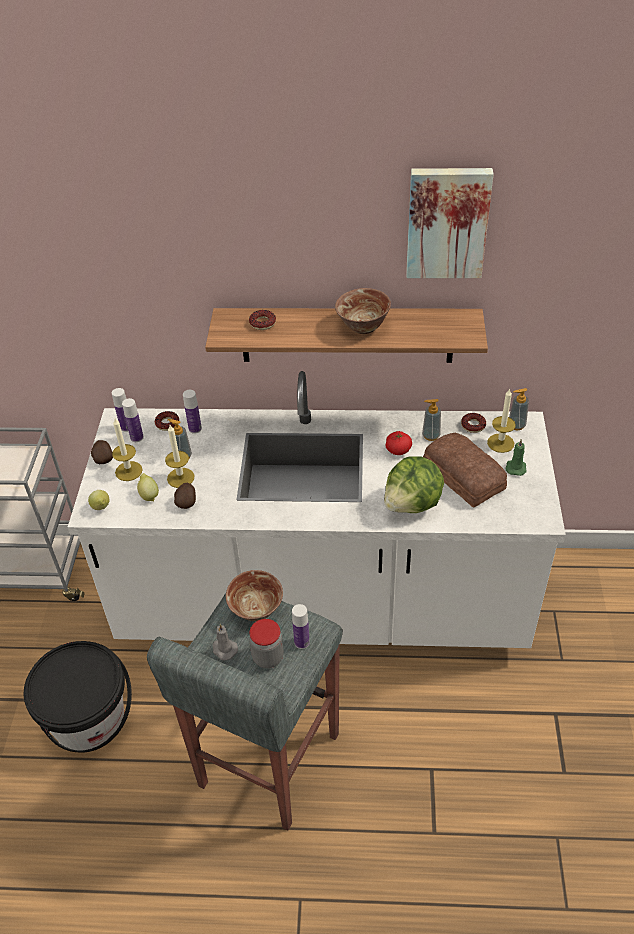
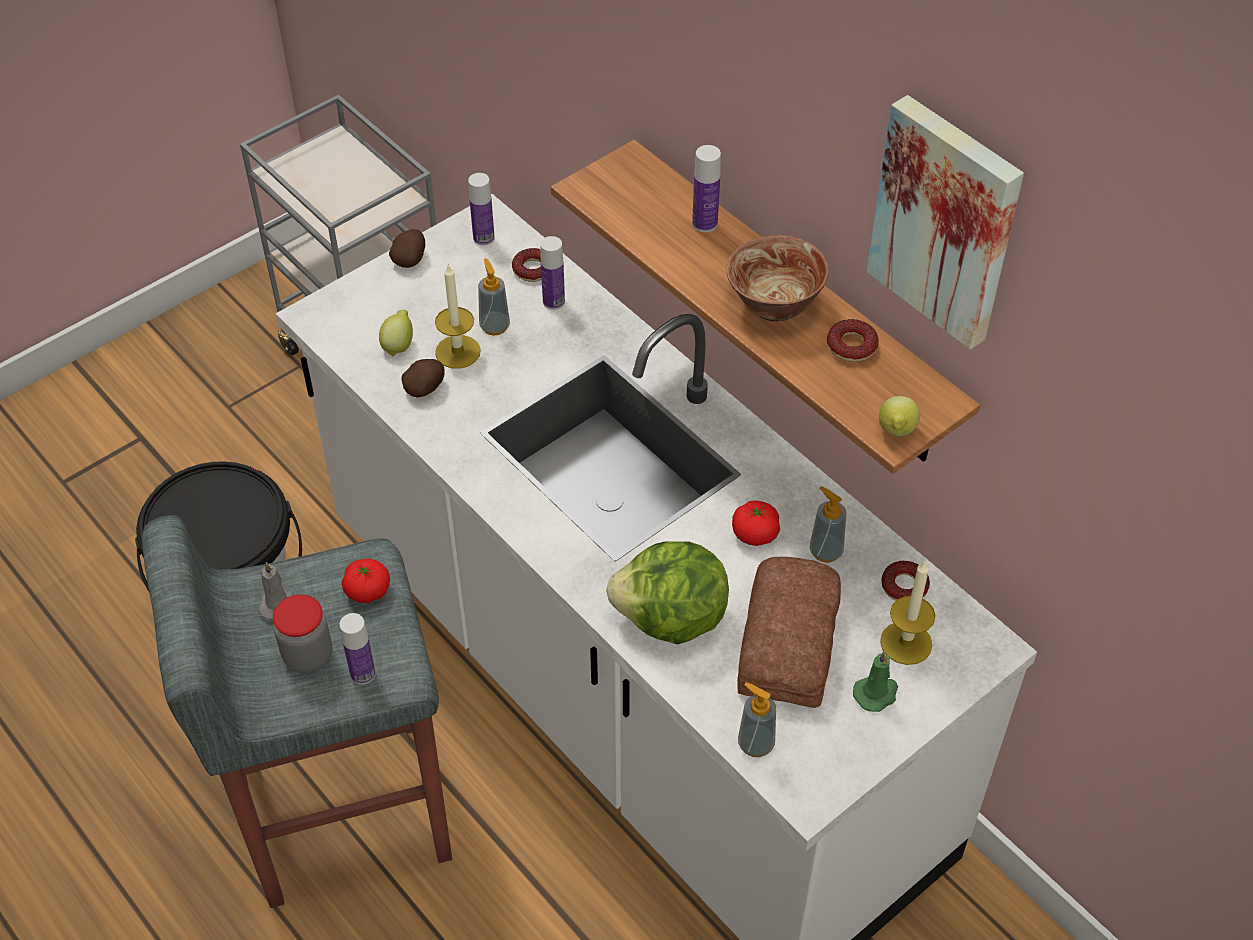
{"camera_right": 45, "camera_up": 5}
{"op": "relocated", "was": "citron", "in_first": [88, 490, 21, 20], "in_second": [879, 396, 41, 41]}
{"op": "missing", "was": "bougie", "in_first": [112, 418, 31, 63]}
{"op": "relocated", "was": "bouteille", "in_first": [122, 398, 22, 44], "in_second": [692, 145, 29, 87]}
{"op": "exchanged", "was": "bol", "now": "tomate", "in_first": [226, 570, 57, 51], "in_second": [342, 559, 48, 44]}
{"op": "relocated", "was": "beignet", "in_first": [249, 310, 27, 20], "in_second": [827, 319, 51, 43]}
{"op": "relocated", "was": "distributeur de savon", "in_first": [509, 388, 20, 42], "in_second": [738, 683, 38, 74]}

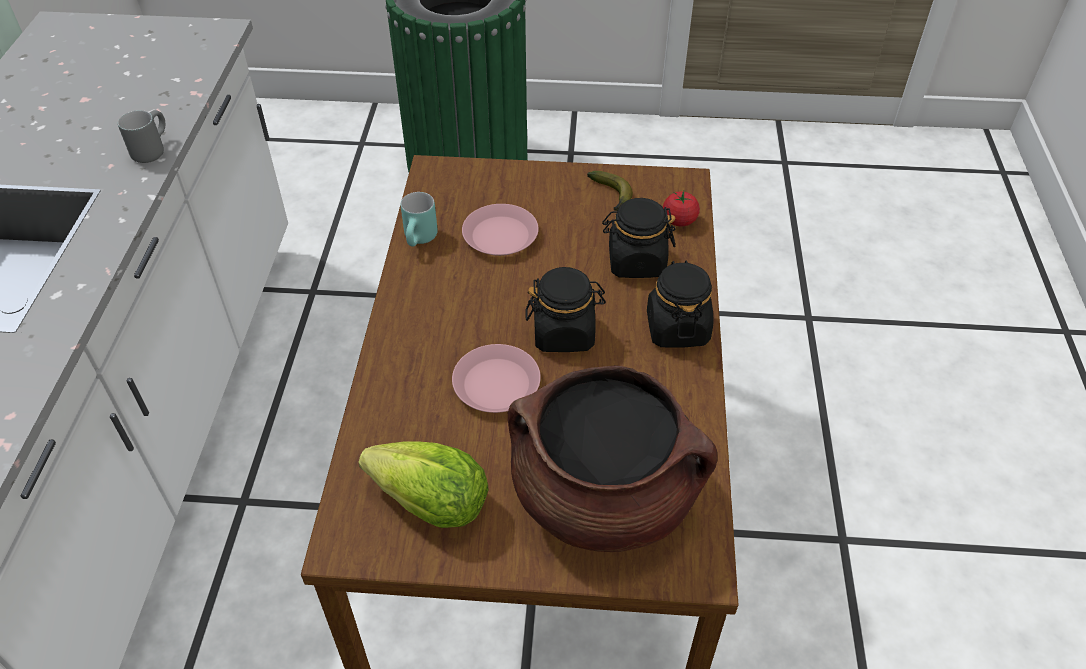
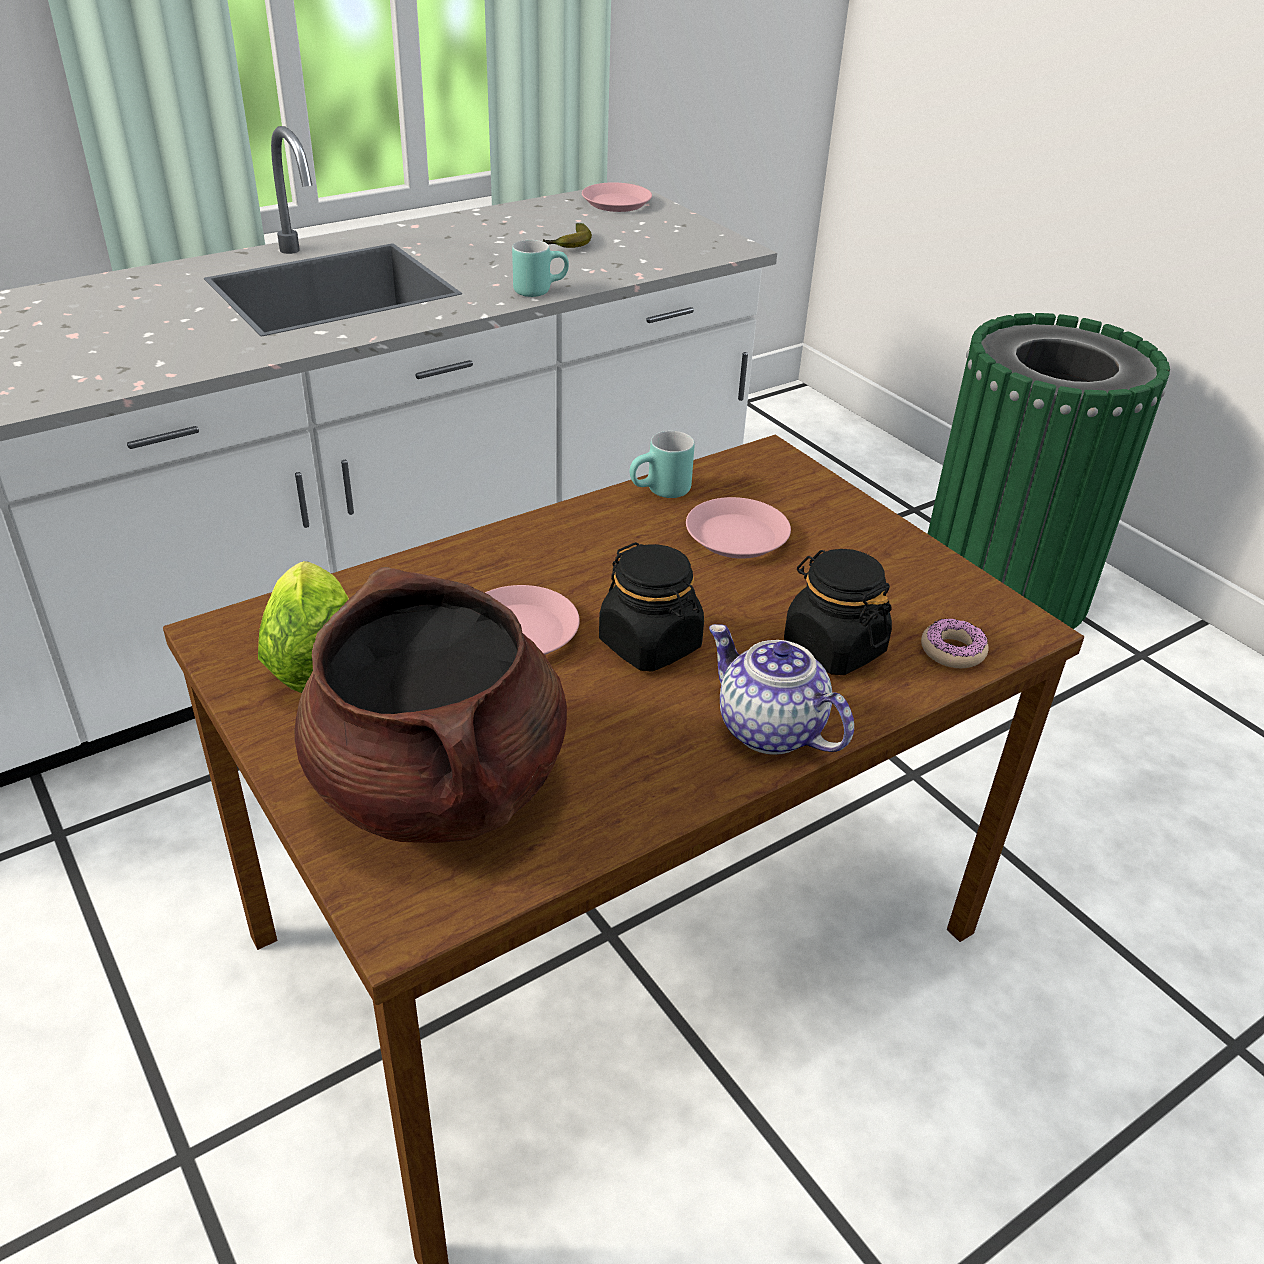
{"camera_right": 50, "camera_up": -10}
{"op": "colour", "was": "mug [gris]", "now": "mug [turquoise]", "in_first": [118, 110, 47, 53], "in_second": [512, 240, 57, 57]}
{"op": "relocated", "was": "banane", "in_first": [587, 171, 46, 40], "in_second": [543, 223, 49, 25]}
{"op": "exchanged", "was": "bocal [noir]", "now": "théière", "in_first": [647, 261, 66, 86], "in_second": [709, 624, 145, 131]}
{"op": "exchanged", "was": "tomate", "now": "beignet", "in_first": [663, 191, 37, 35], "in_second": [921, 618, 68, 50]}
{"op": "appeared", "now": "assiette [rose]", "in_second": [582, 183, 70, 29]}

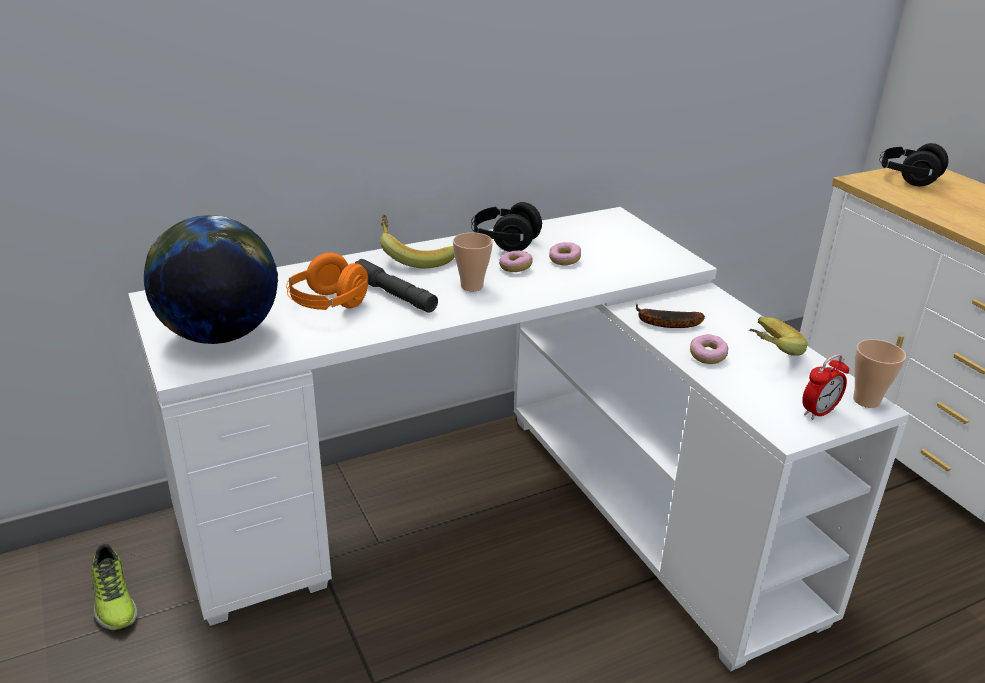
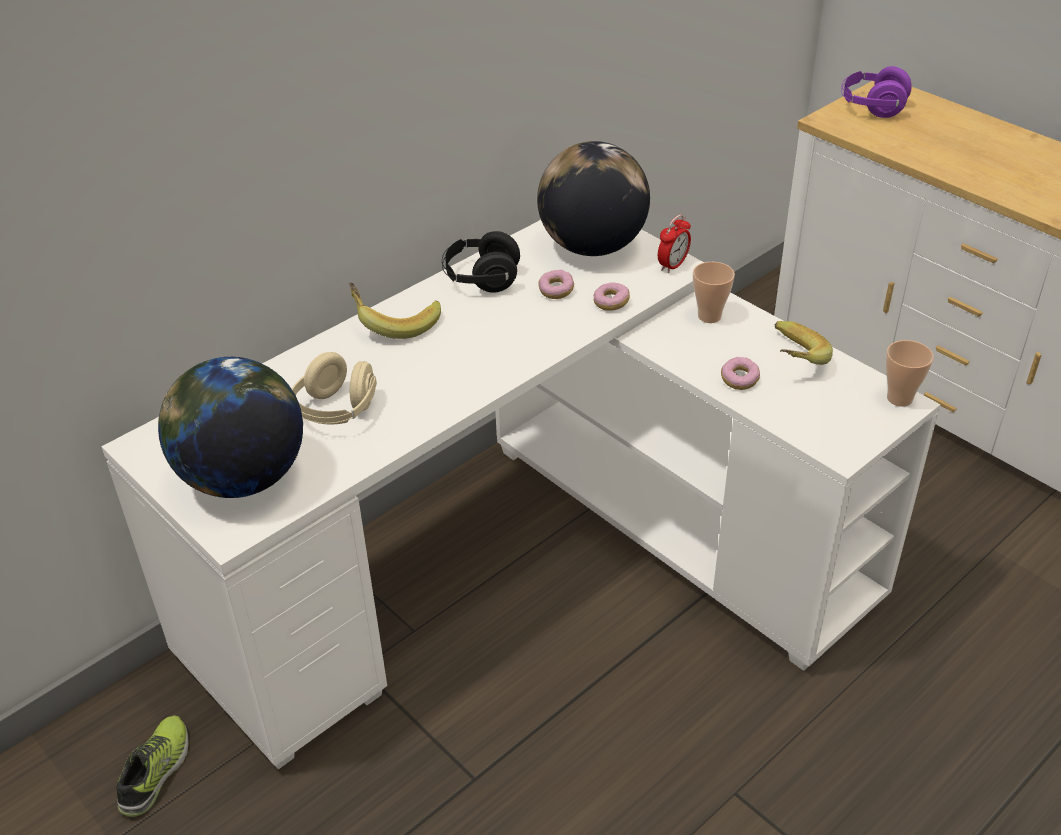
{"camera_right": -15, "camera_up": 10}
{"op": "spun", "was": "chaussure", "in_first": [91, 544, 47, 86], "in_second": [117, 716, 72, 101], "clockwise": -120}
{"op": "colour", "was": "casque audio [orange]", "now": "casque audio [beige]", "in_first": [286, 253, 82, 57], "in_second": [292, 352, 85, 73]}
{"op": "missing", "was": "lampe de poche [gris]", "in_first": [355, 259, 83, 54]}
{"op": "relocated", "was": "tasse", "in_first": [453, 232, 40, 59], "in_second": [693, 262, 42, 61]}
{"op": "relocated", "was": "beignet", "in_first": [499, 250, 34, 22], "in_second": [594, 282, 36, 29]}
{"op": "missing", "was": "banane", "in_first": [636, 304, 69, 24]}
{"op": "relocated", "was": "réveil", "in_first": [802, 354, 47, 66], "in_second": [658, 214, 33, 59]}
{"op": "colour", "was": "casque audio [noir]", "now": "casque audio [violet]", "in_first": [879, 143, 70, 43], "in_second": [841, 66, 71, 52]}
{"op": "appeared", "now": "globe", "in_second": [537, 141, 113, 115]}

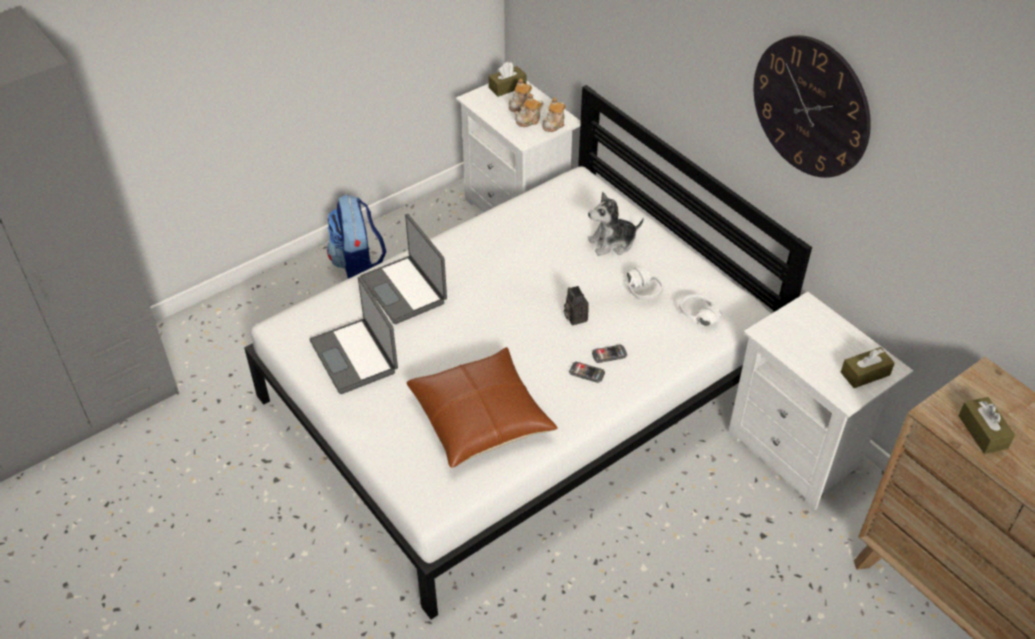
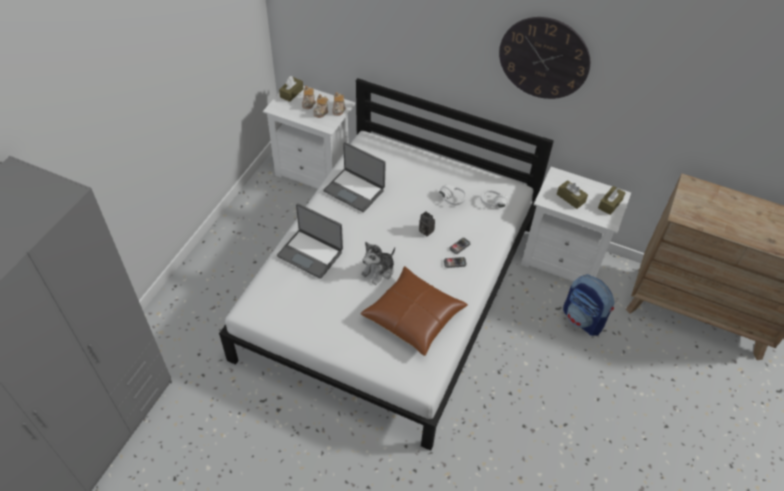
{"camera_right": -30, "camera_up": 5}
{"op": "relocated", "was": "ordinateur portable", "in_first": [309, 276, 89, 118], "in_second": [323, 142, 63, 70]}
{"op": "relocated", "was": "sac à dos", "in_first": [327, 194, 59, 85], "in_second": [563, 274, 52, 62]}
{"op": "relocated", "was": "peluche", "in_first": [588, 192, 56, 64], "in_second": [361, 242, 34, 43]}
{"op": "relocated", "was": "boîte à mouchoirs [marron]", "in_first": [958, 397, 57, 57], "in_second": [557, 180, 31, 29]}

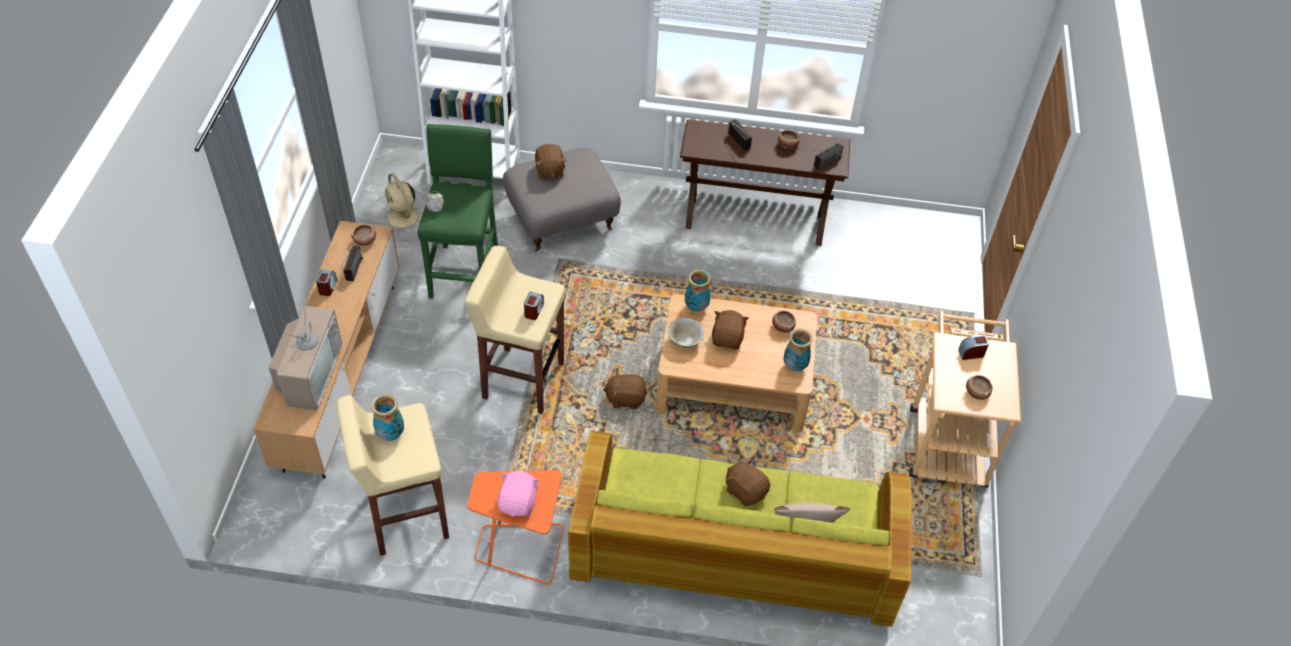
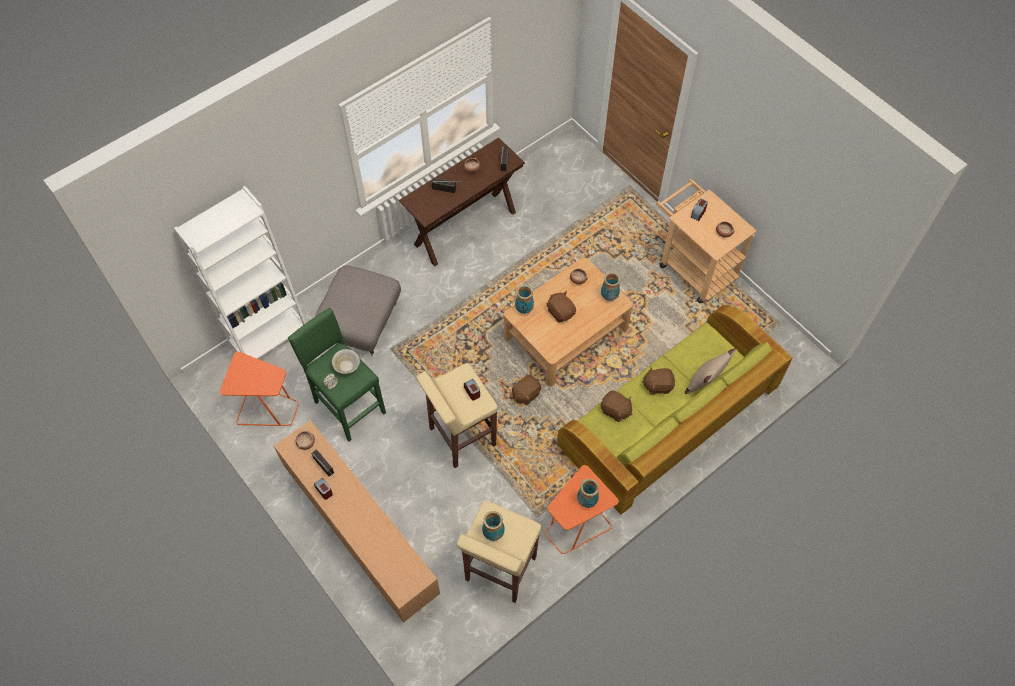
{"camera_right": -45, "camera_up": 10}
{"op": "missing", "was": "téléviseur", "in_first": [269, 290, 73, 120]}
{"op": "exchanged", "was": "ventilateur [beige]", "now": "table d'appoint [orange]", "in_first": [380, 173, 44, 62], "in_second": [220, 352, 79, 74]}
{"op": "exchanged", "was": "peluche [rose]", "now": "vase", "in_first": [497, 471, 43, 46], "in_second": [577, 479, 22, 29]}
{"op": "relocated", "was": "peluche [marron]", "in_first": [535, 144, 32, 35], "in_second": [601, 391, 32, 31]}
{"op": "relocated", "was": "bol [beige]", "in_first": [668, 318, 36, 30], "in_second": [332, 349, 28, 25]}

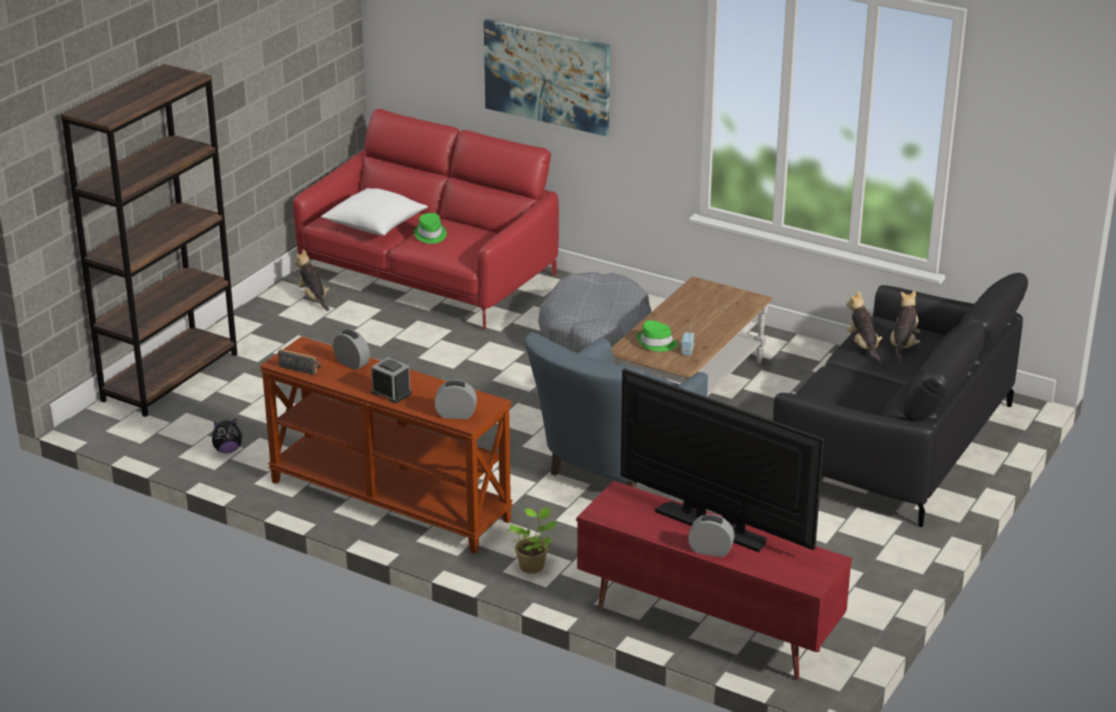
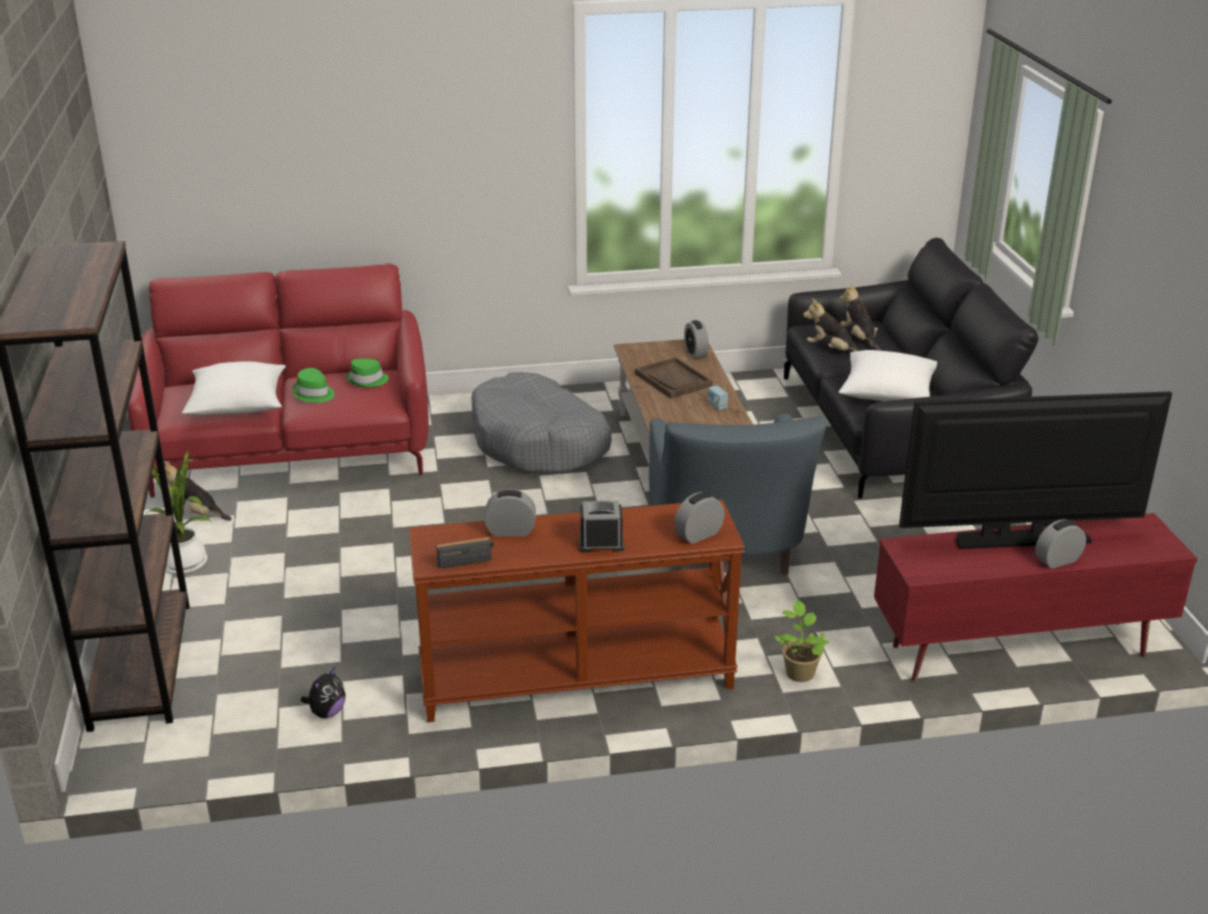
{"camera_right": -40, "camera_up": 0}
{"op": "missing", "was": "tableau", "in_first": [484, 19, 126, 117]}
{"op": "relocated", "was": "chapeau [vert]", "in_first": [637, 320, 41, 32], "in_second": [346, 359, 43, 29]}
{"op": "appeared", "now": "plante en pot", "in_second": [146, 451, 65, 124]}
{"op": "appeared", "now": "plateau [marron]", "in_second": [635, 357, 77, 42]}
{"op": "appeared", "now": "réveil", "in_second": [684, 320, 25, 39]}
{"op": "appeared", "now": "coussin [blanc]", "in_second": [839, 350, 98, 51]}

